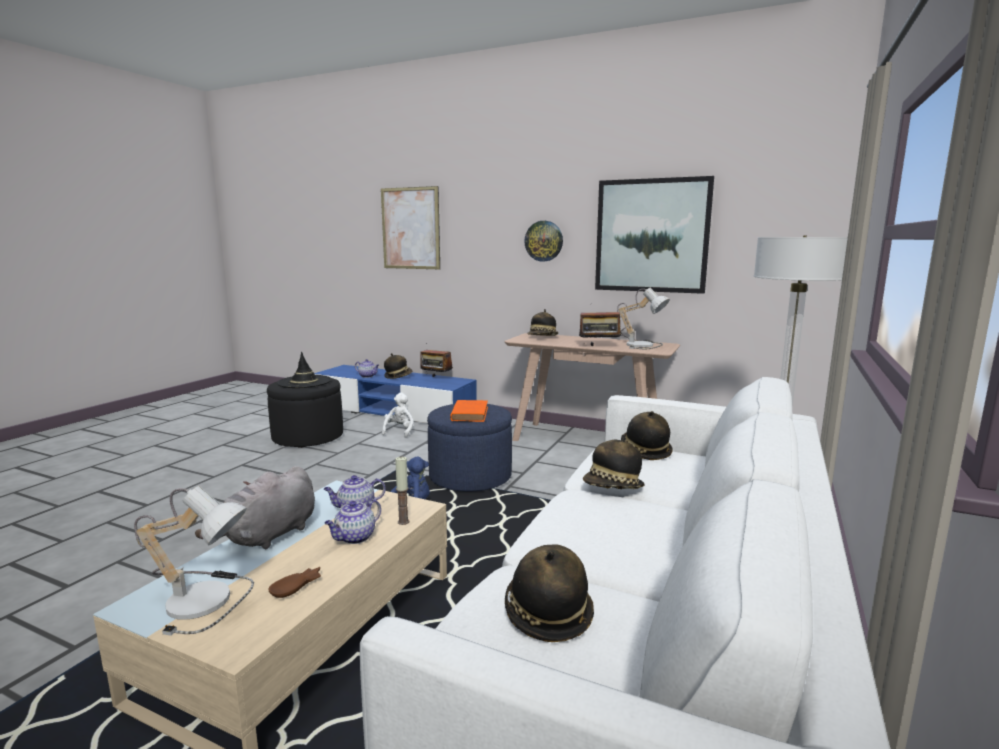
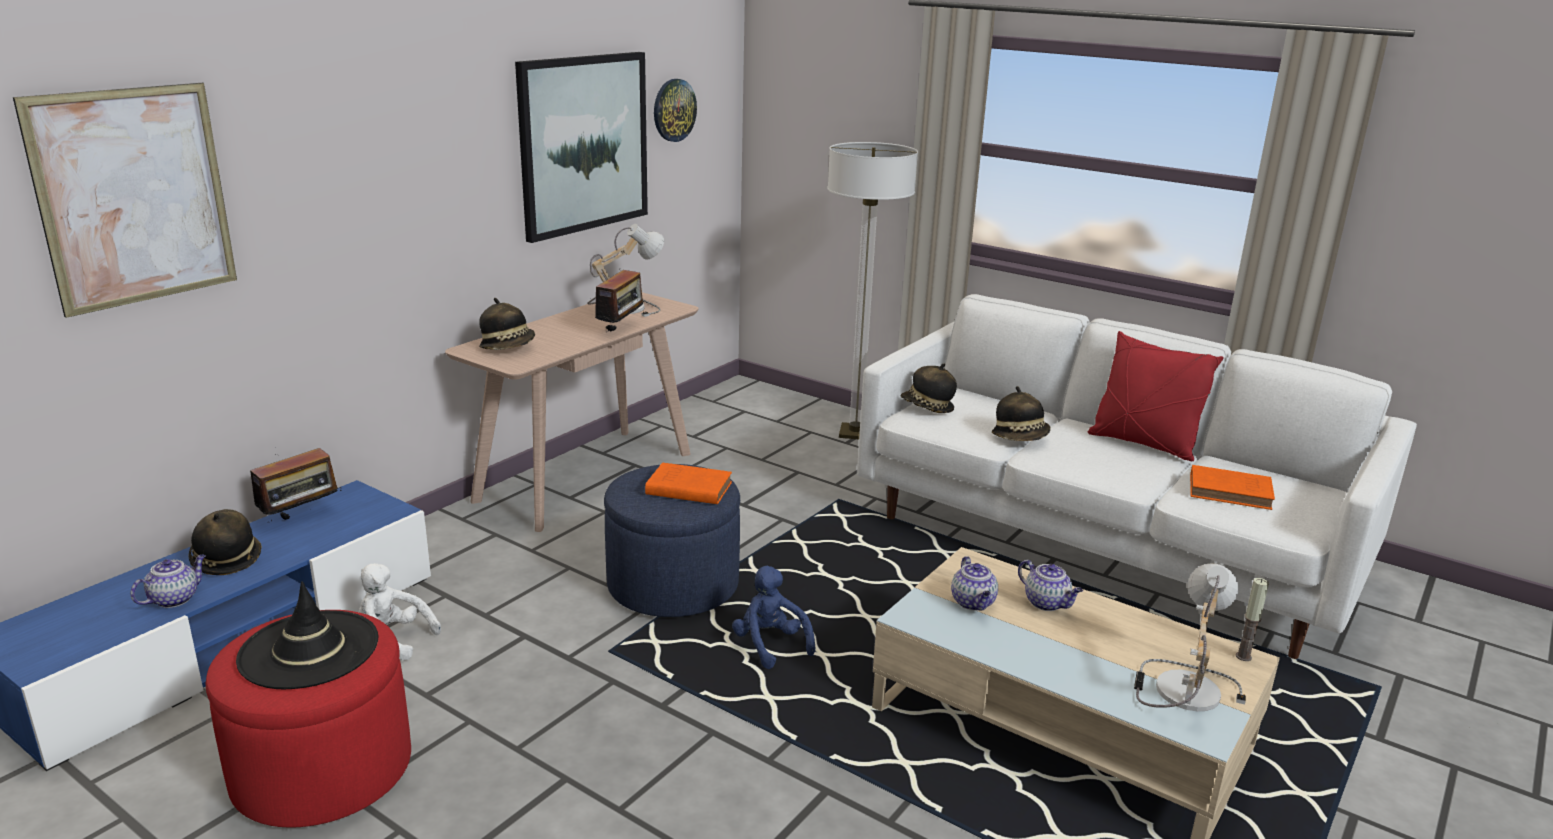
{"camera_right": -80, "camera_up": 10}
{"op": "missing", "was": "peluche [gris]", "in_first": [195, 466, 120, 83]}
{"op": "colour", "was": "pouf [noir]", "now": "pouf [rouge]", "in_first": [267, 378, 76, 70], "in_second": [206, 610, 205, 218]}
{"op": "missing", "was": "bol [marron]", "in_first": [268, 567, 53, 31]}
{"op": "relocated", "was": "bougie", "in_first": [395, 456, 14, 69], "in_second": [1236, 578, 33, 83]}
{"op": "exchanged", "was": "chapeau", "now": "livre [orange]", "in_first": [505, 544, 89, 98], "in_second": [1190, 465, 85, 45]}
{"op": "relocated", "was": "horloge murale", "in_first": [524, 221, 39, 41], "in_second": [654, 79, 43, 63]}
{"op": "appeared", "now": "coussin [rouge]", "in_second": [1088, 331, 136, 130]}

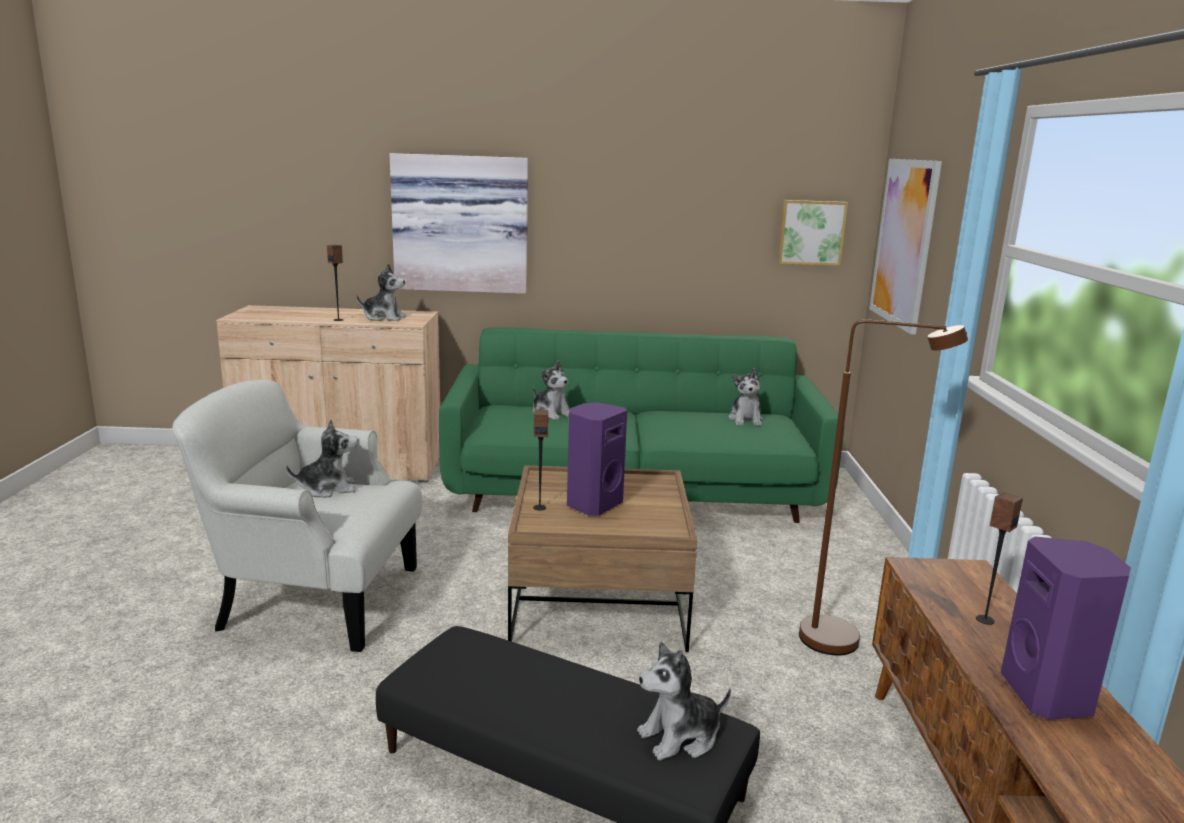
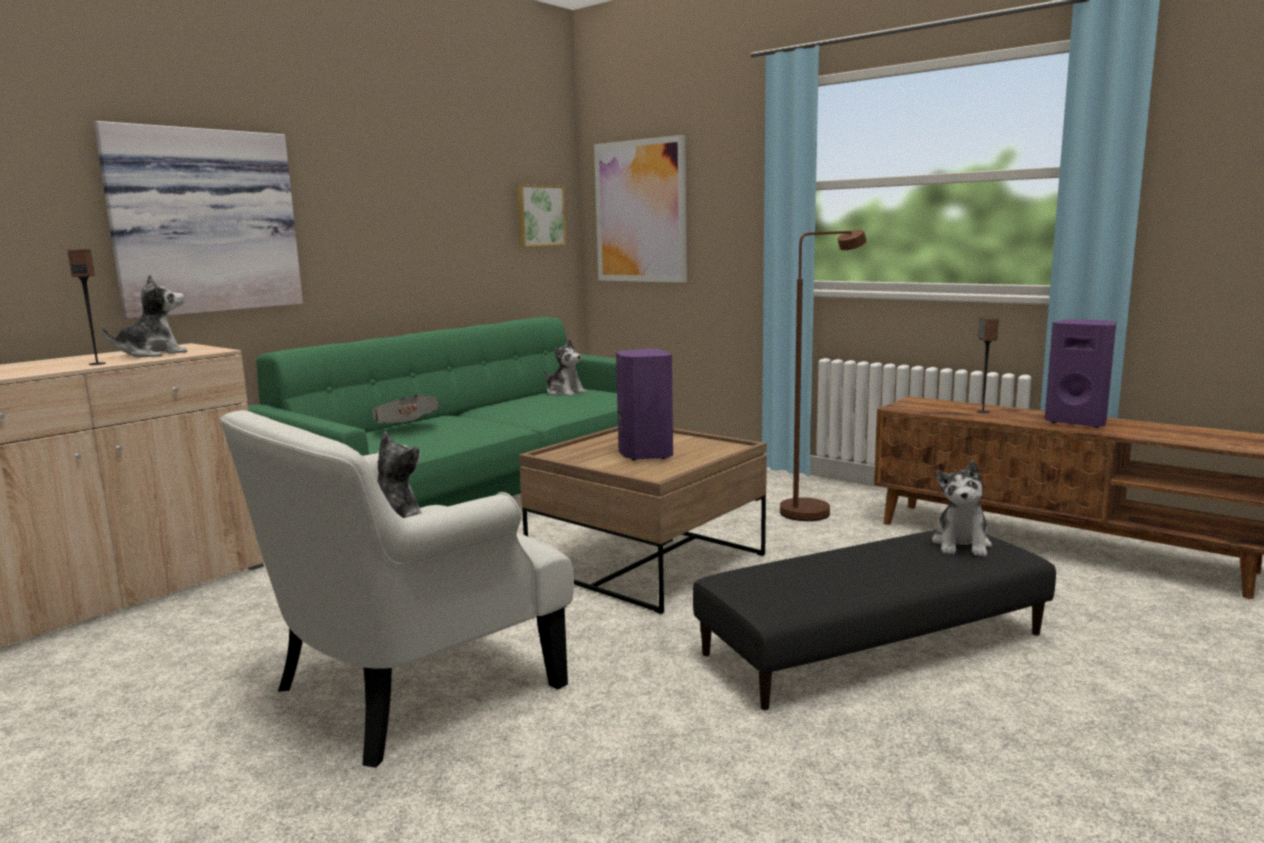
{"camera_right": -50, "camera_up": -5}
{"op": "exchanged", "was": "peluche", "now": "journal", "in_first": [533, 361, 36, 59], "in_second": [372, 395, 68, 28]}
{"op": "missing", "was": "enceinte", "in_first": [533, 410, 15, 100]}

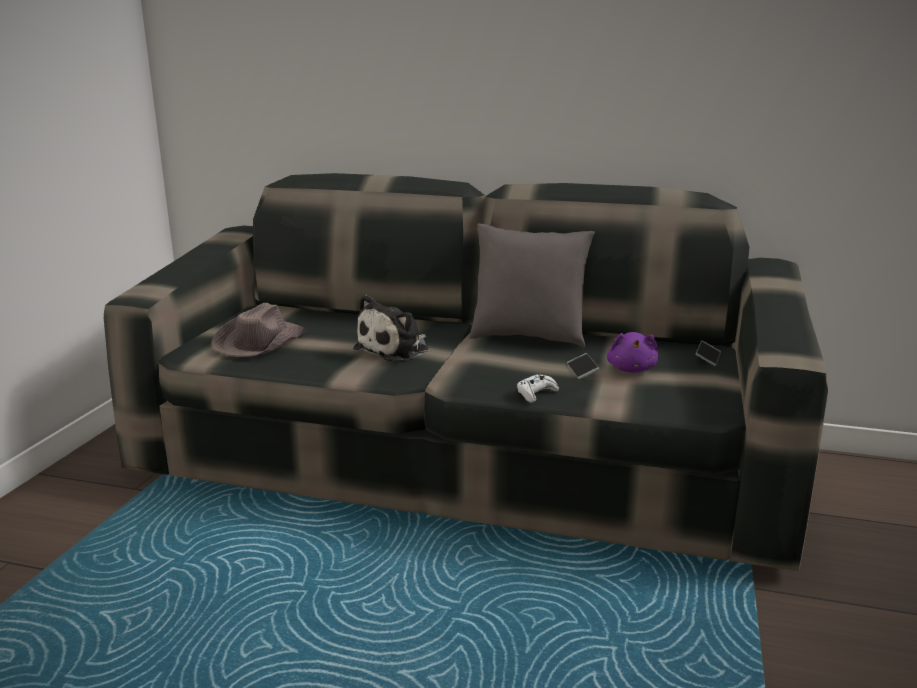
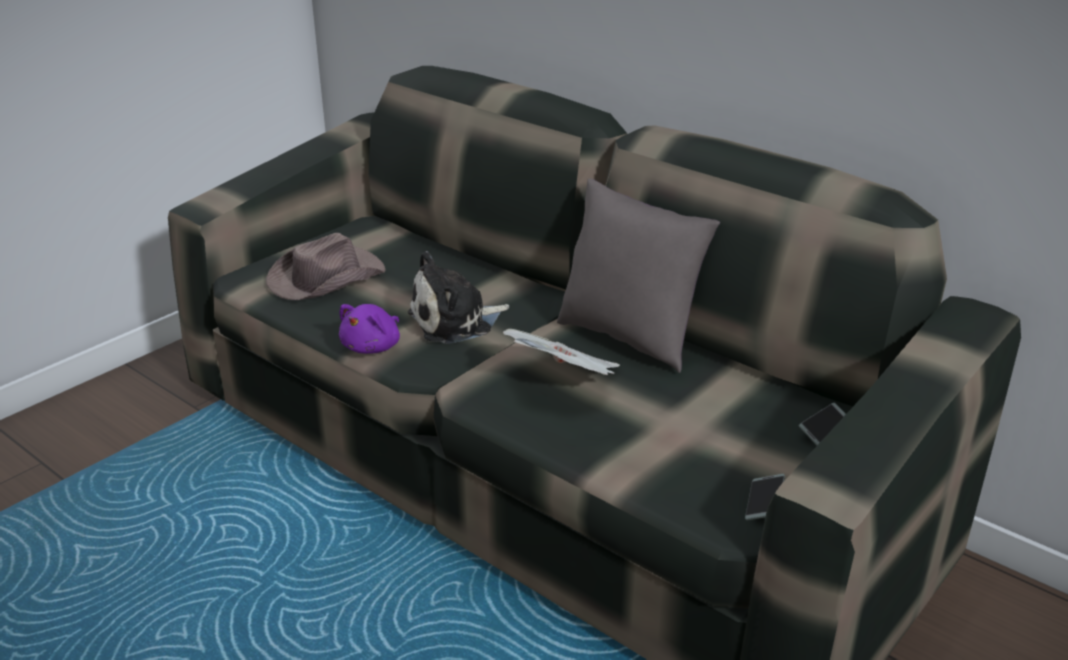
{"camera_right": 25, "camera_up": 10}
{"op": "missing", "was": "manette [blanc]", "in_first": [516, 374, 43, 29]}
{"op": "relocated", "was": "téléphone", "in_first": [567, 353, 32, 26], "in_second": [745, 474, 40, 46]}
{"op": "relocated", "was": "peluche [violet]", "in_first": [607, 332, 51, 41], "in_second": [339, 304, 61, 50]}
{"op": "appeared", "now": "journal", "in_second": [503, 329, 117, 46]}

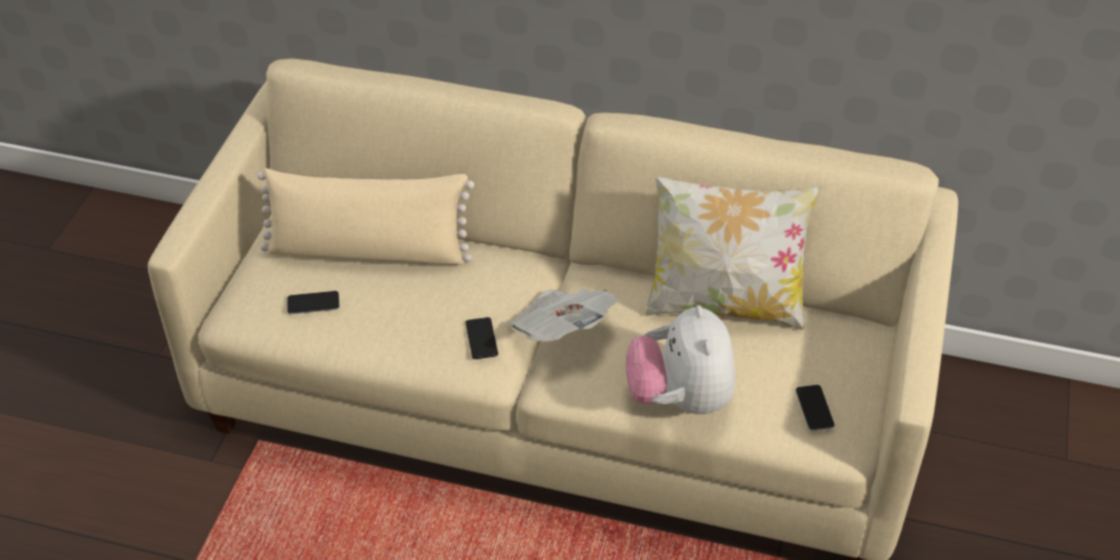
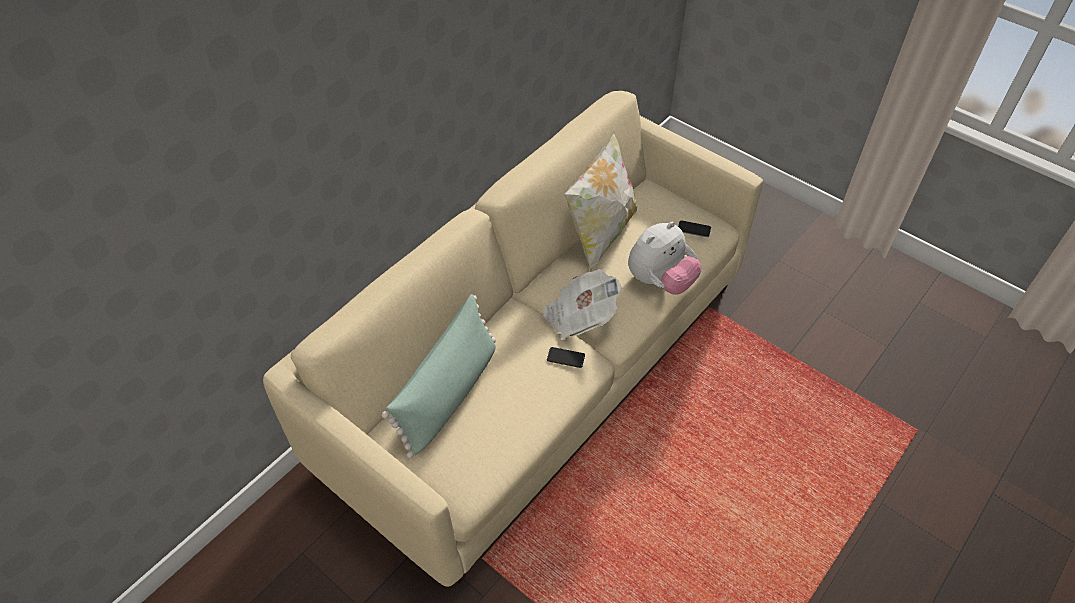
{"camera_right": -65, "camera_up": 5}
{"op": "colour", "was": "coussin [beige]", "now": "coussin [vert]", "in_first": [257, 168, 217, 97], "in_second": [382, 294, 114, 164]}
{"op": "missing", "was": "téléphone", "in_first": [287, 291, 52, 23]}
{"op": "spun", "was": "peluche", "in_first": [626, 305, 109, 109], "in_second": [628, 222, 74, 73], "clockwise": -60}

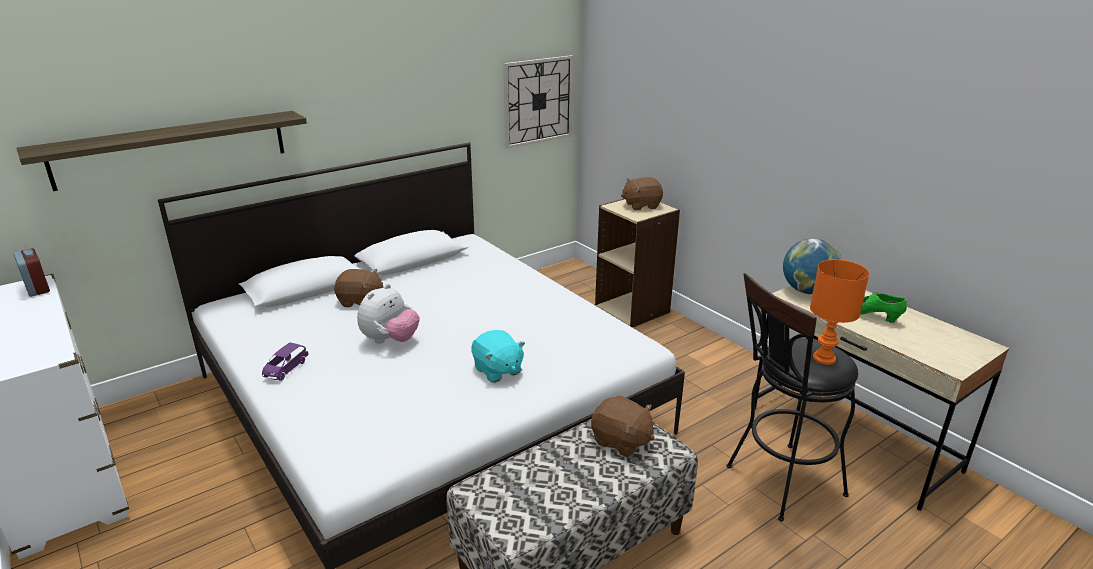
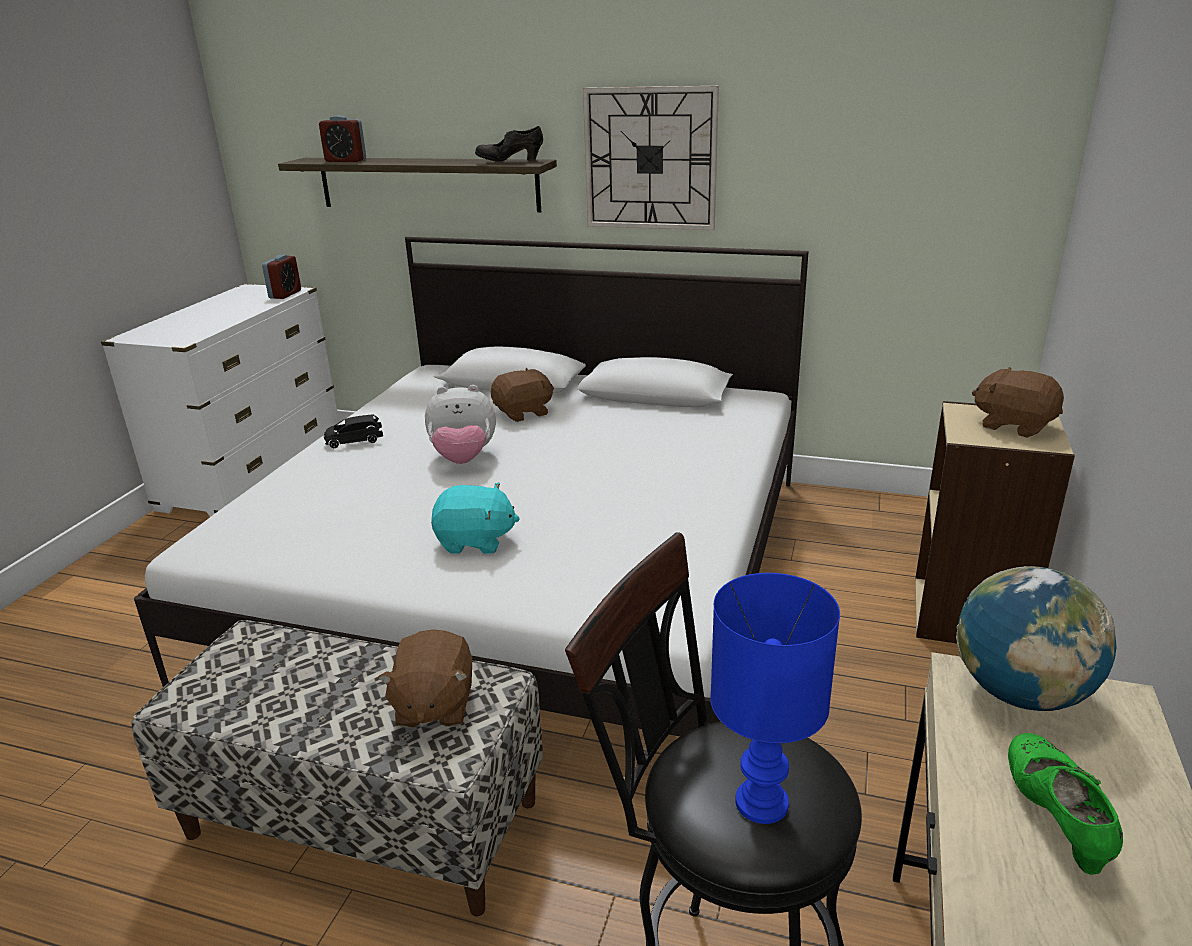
{"camera_right": 55, "camera_up": 0}
{"op": "colour", "was": "petite voiture [violet]", "now": "petite voiture [noir]", "in_first": [262, 342, 46, 39], "in_second": [324, 414, 59, 34]}
{"op": "spun", "was": "peluche [marron]", "in_first": [334, 269, 50, 38], "in_second": [491, 368, 63, 54], "clockwise": -90}
{"op": "spun", "was": "peluche [turquoise]", "in_first": [472, 330, 53, 53], "in_second": [431, 483, 89, 71], "clockwise": -105}
{"op": "relocated", "was": "horloge murale", "in_first": [504, 55, 69, 94], "in_second": [583, 86, 136, 144]}
{"op": "colour", "was": "lampe de table [orange]", "now": "lampe de table [bleu]", "in_first": [810, 259, 60, 106], "in_second": [710, 573, 130, 251]}
{"op": "appeared", "now": "réveil", "in_second": [319, 115, 47, 47]}
{"op": "appeared", "now": "chaussure [noir]", "in_second": [475, 126, 68, 36]}

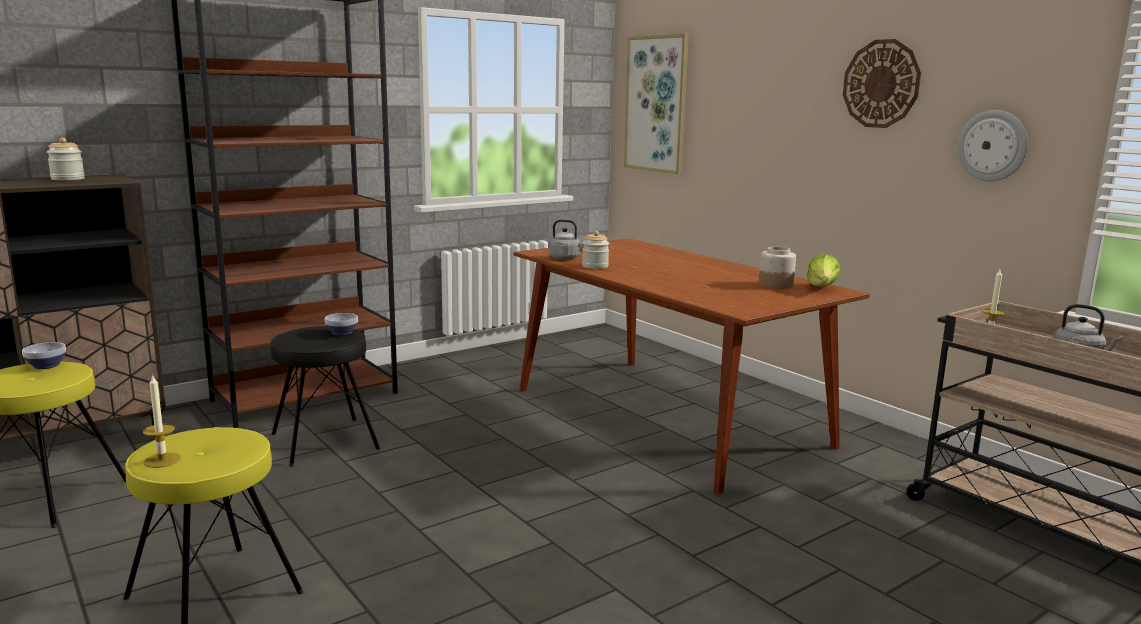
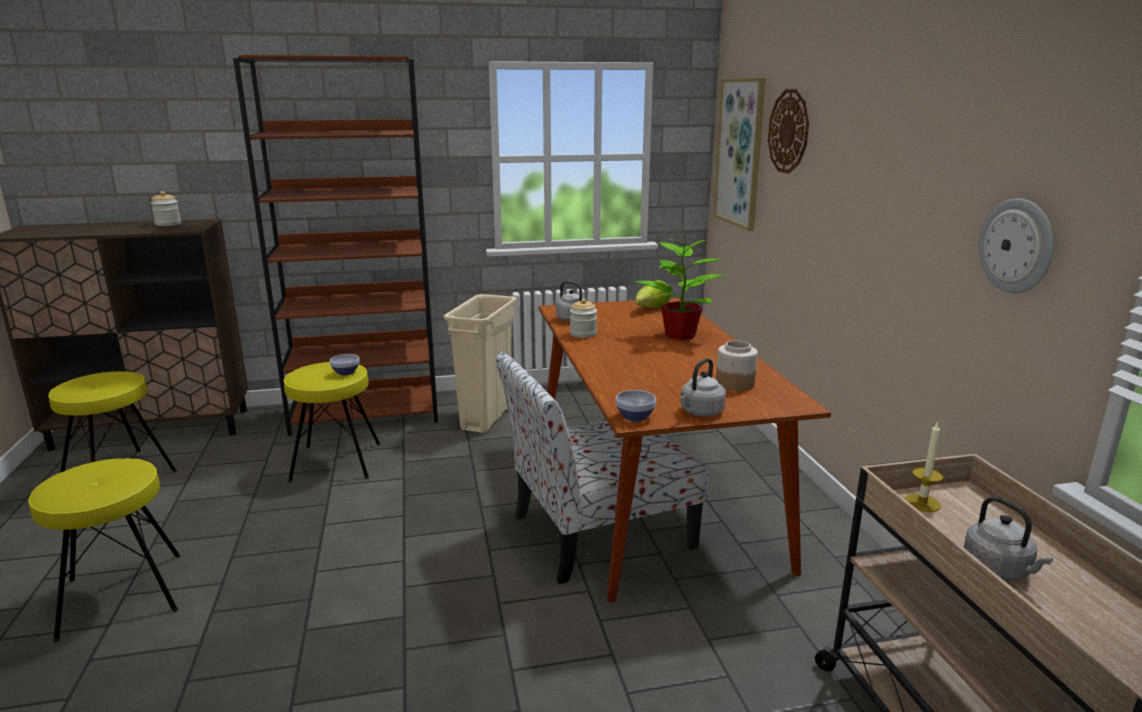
{"camera_right": 25, "camera_up": 5}
{"op": "relocated", "was": "bol", "in_first": [22, 342, 44, 27], "in_second": [615, 390, 41, 32]}
{"op": "missing", "was": "bougie", "in_first": [143, 374, 38, 94]}
{"op": "colour", "was": "tabouret [noir]", "now": "tabouret [jaune]", "in_first": [271, 326, 109, 141], "in_second": [284, 362, 96, 121]}
{"op": "relocated", "was": "laitue", "in_first": [807, 254, 34, 32], "in_second": [635, 280, 36, 27]}
{"op": "relocated", "was": "horloge murale", "in_first": [843, 39, 78, 89], "in_second": [768, 89, 41, 84]}
{"op": "appeared", "now": "poubelle [beige]", "in_second": [444, 294, 73, 139]}
{"op": "appeared", "now": "chaise", "in_second": [496, 352, 213, 232]}
{"op": "appeared", "now": "plante en pot", "in_second": [635, 233, 91, 107]}
{"op": "appeared", "now": "bouilloire [gris]", "in_second": [680, 358, 46, 59]}

